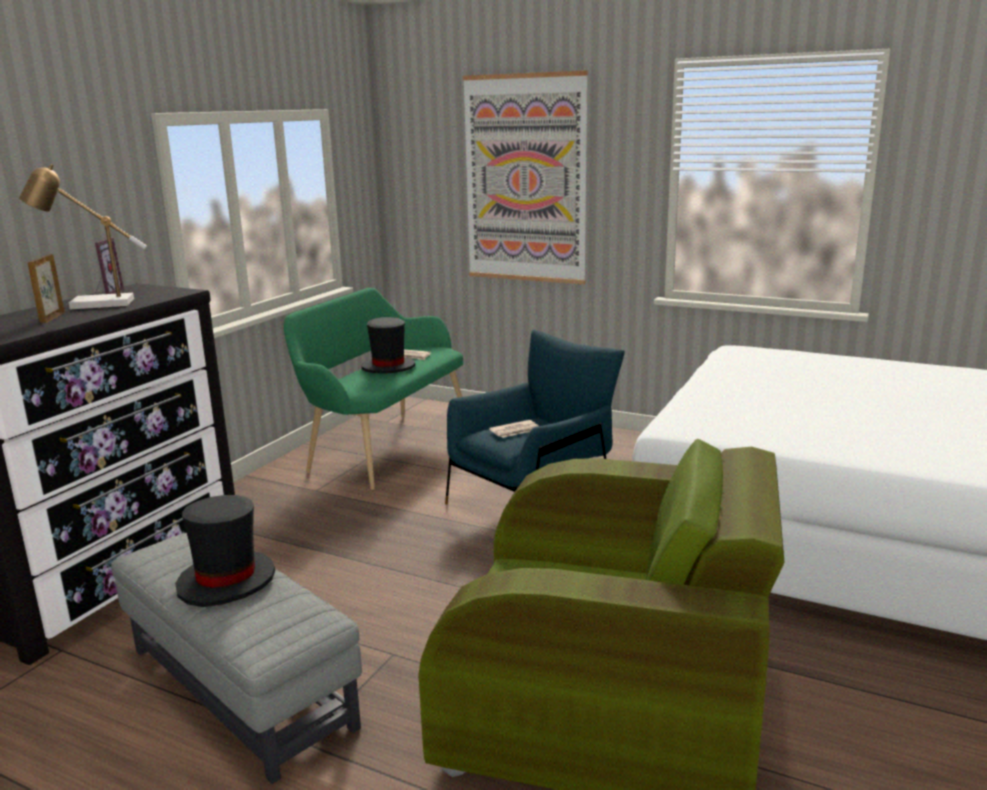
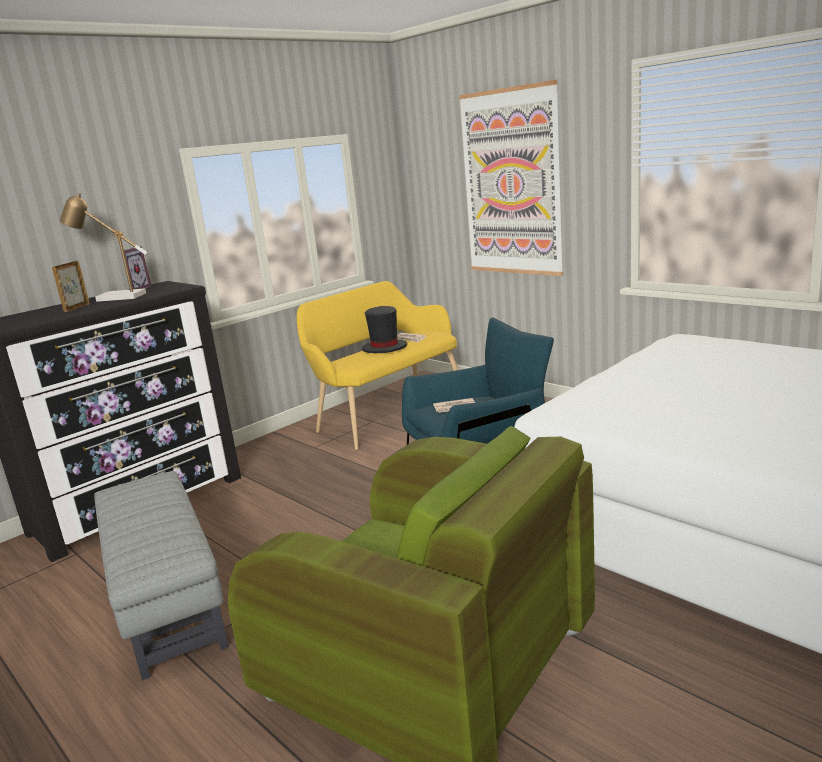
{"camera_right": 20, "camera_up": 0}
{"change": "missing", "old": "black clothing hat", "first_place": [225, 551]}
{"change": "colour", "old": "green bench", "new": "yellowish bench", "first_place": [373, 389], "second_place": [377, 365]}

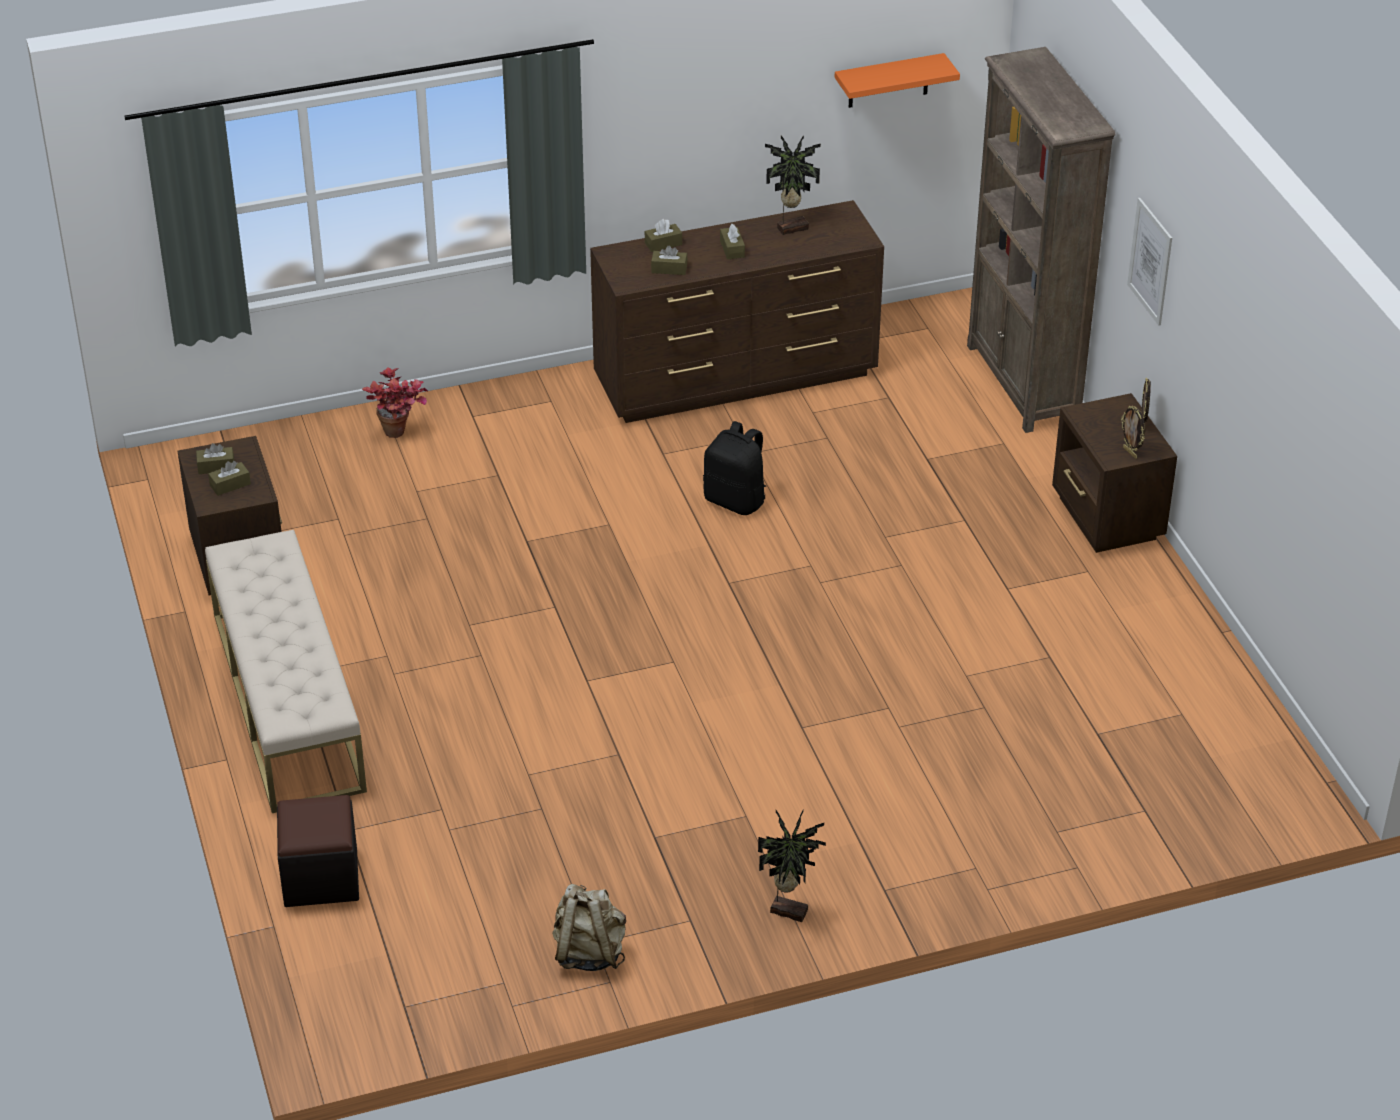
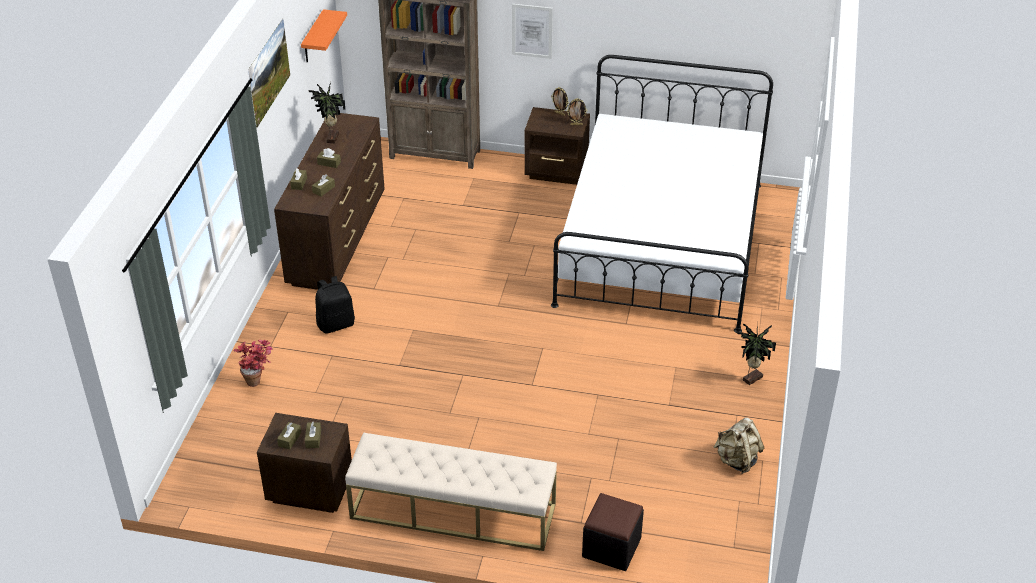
{"camera_right": -60, "camera_up": 0}
{"change": "appeared", "new": "wall picture", "second_place": [269, 73]}
{"change": "appeared", "new": "white-coloured bedroom bed", "second_place": [662, 194]}
{"change": "relocated", "old": "black backpack", "first_place": [734, 468], "second_place": [335, 305]}

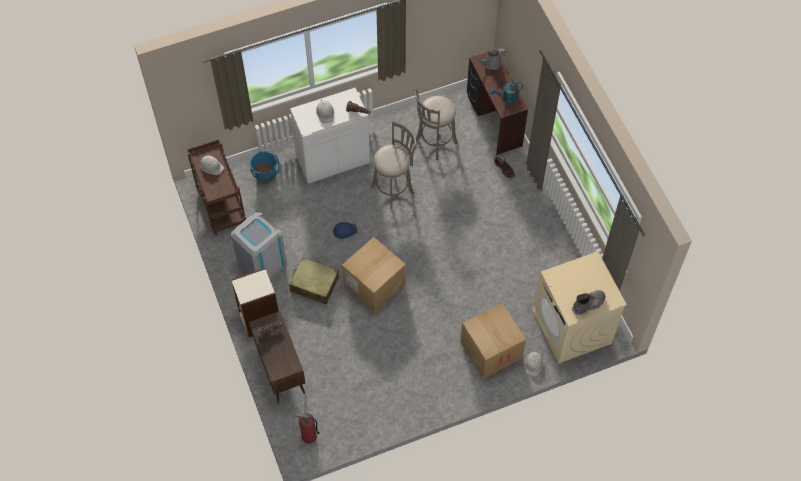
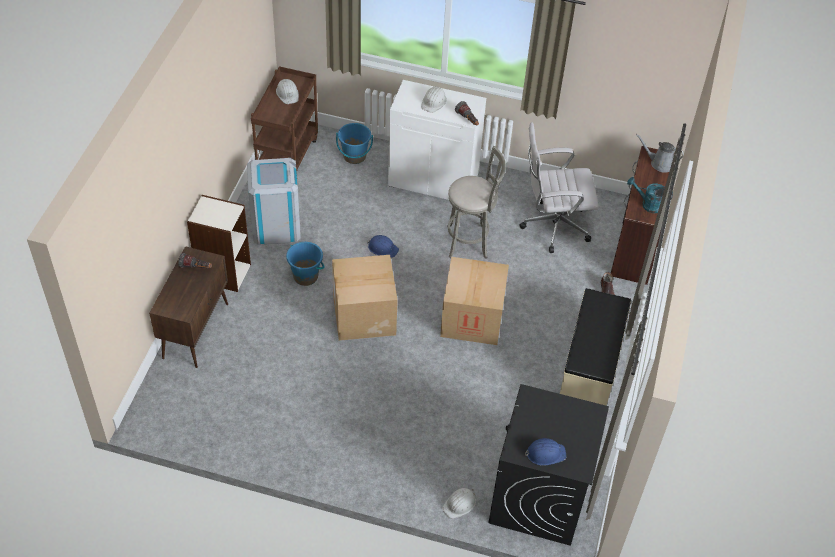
{"camera_right": 35, "camera_up": -10}
{"change": "missing", "old": "fire extinguisher", "first_place": [307, 427]}
{"change": "appeared", "new": "beige bench", "second_place": [595, 347]}
{"change": "relocated", "old": "packing box", "first_place": [493, 341], "second_place": [474, 301]}
{"change": "exchanged", "old": "beige piece of luggage", "new": "blue bucket", "first_place": [314, 280], "second_place": [305, 264]}
{"change": "exchanged", "old": "greyish sitting stool", "new": "white-coloured desk chair", "first_place": [436, 124], "second_place": [559, 187]}
{"change": "exchanged", "old": "greyish high-top boot", "new": "blue hard hat", "first_place": [589, 302], "second_place": [545, 452]}
{"change": "colour", "old": "beige laundry machine", "new": "black laundry machine", "first_place": [580, 307], "second_place": [549, 465]}

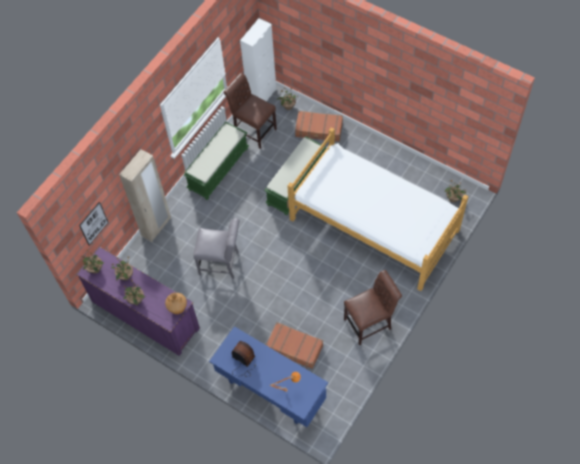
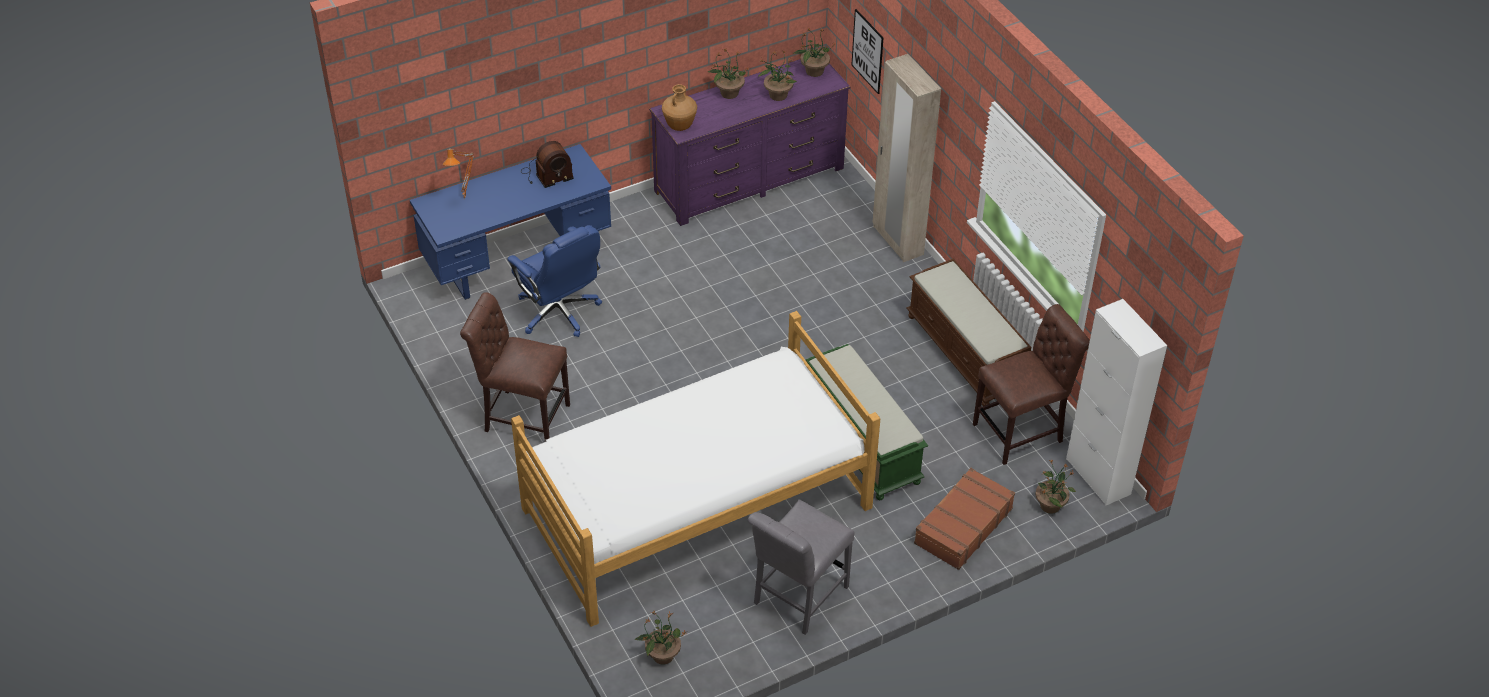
{"camera_right": 115, "camera_up": -15}
{"change": "relocated", "old": "greyish upright chair", "first_place": [216, 248], "second_place": [801, 567]}
{"change": "exchanged", "old": "brown piece of luggage", "new": "blue desk chair", "first_place": [294, 345], "second_place": [554, 281]}
{"change": "colour", "old": "green bench", "new": "brown bench", "first_place": [216, 161], "second_place": [969, 332]}
{"change": "spun", "old": "brown upright chair", "first_place": [373, 308], "second_place": [515, 366], "degrees": 105}

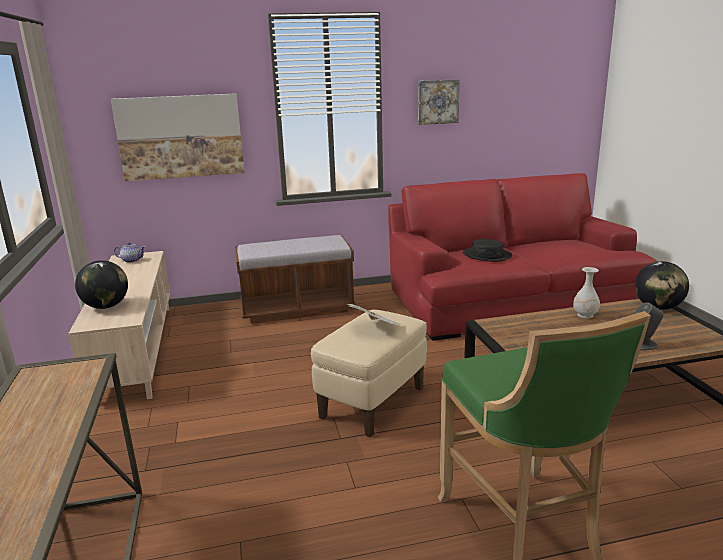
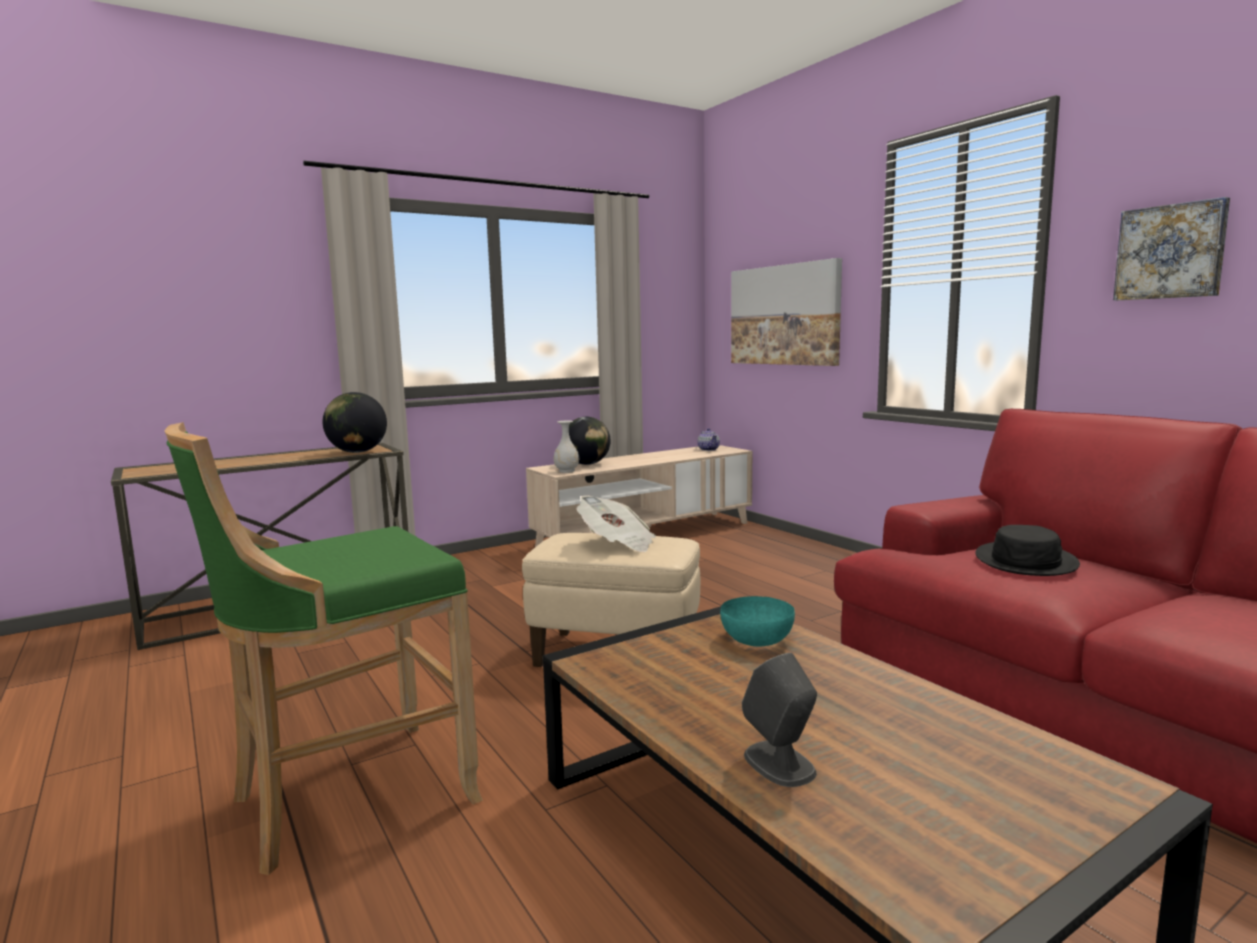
{"camera_right": 70, "camera_up": -10}
{"change": "missing", "old": "brown bench", "first_place": [295, 279]}
{"change": "appeared", "new": "blue-green bowl", "second_place": [757, 621]}
{"change": "relocated", "old": "white-coloured decorative vase", "first_place": [586, 292], "second_place": [566, 446]}
{"change": "relocated", "old": "globe", "first_place": [662, 285], "second_place": [354, 422]}

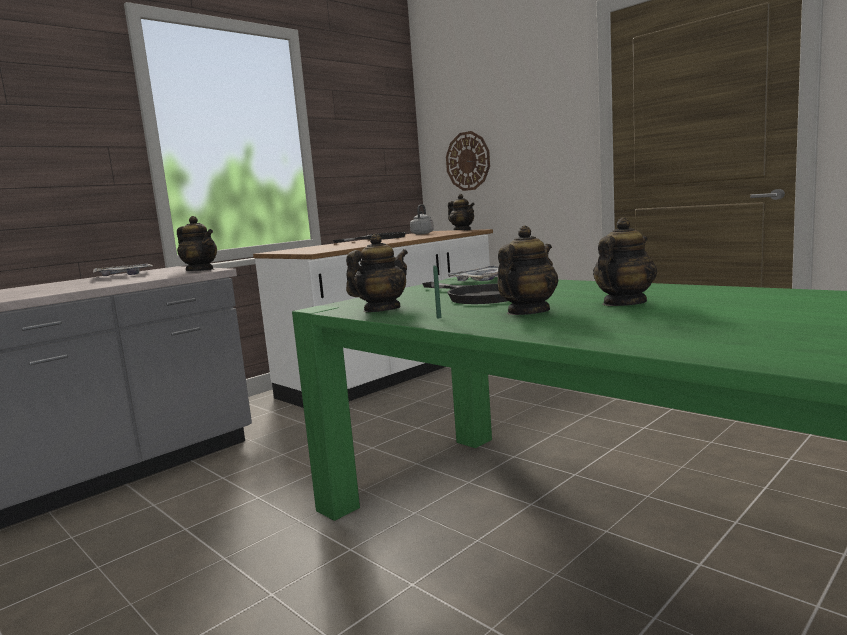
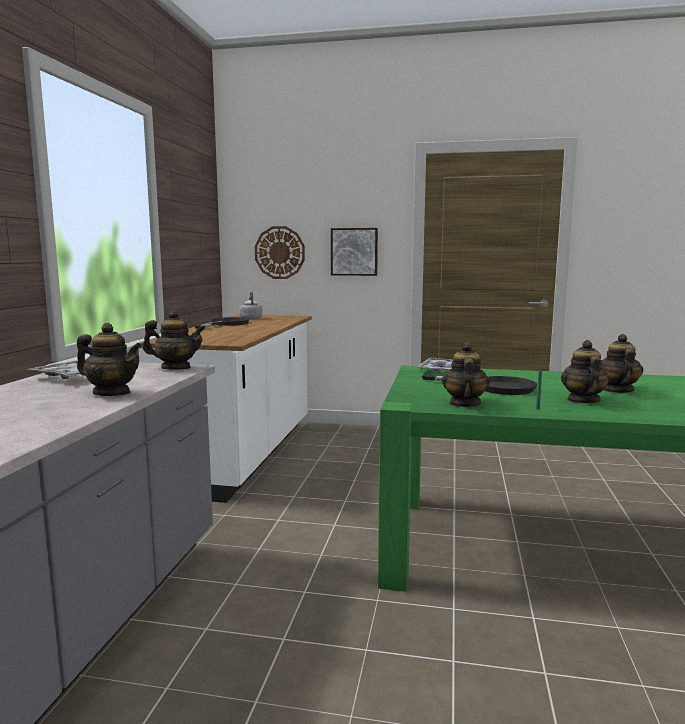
{"camera_right": -35, "camera_up": 0}
{"change": "appeared", "new": "wall picture", "second_place": [354, 252]}
{"change": "relocated", "old": "tea pot", "first_place": [461, 212], "second_place": [109, 359]}

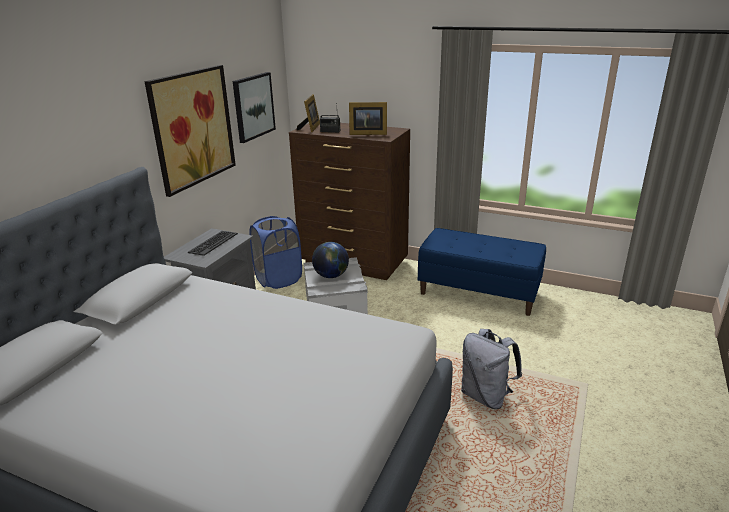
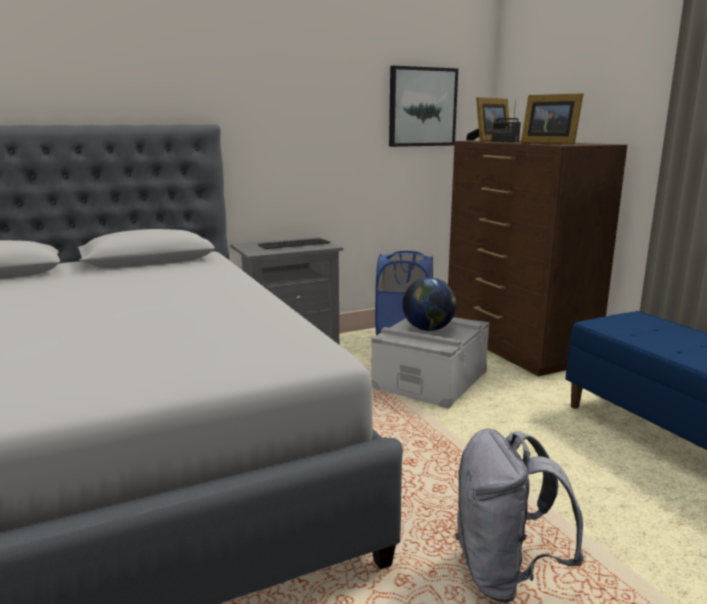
{"camera_right": 40, "camera_up": -10}
{"change": "missing", "old": "wall picture", "first_place": [190, 131]}

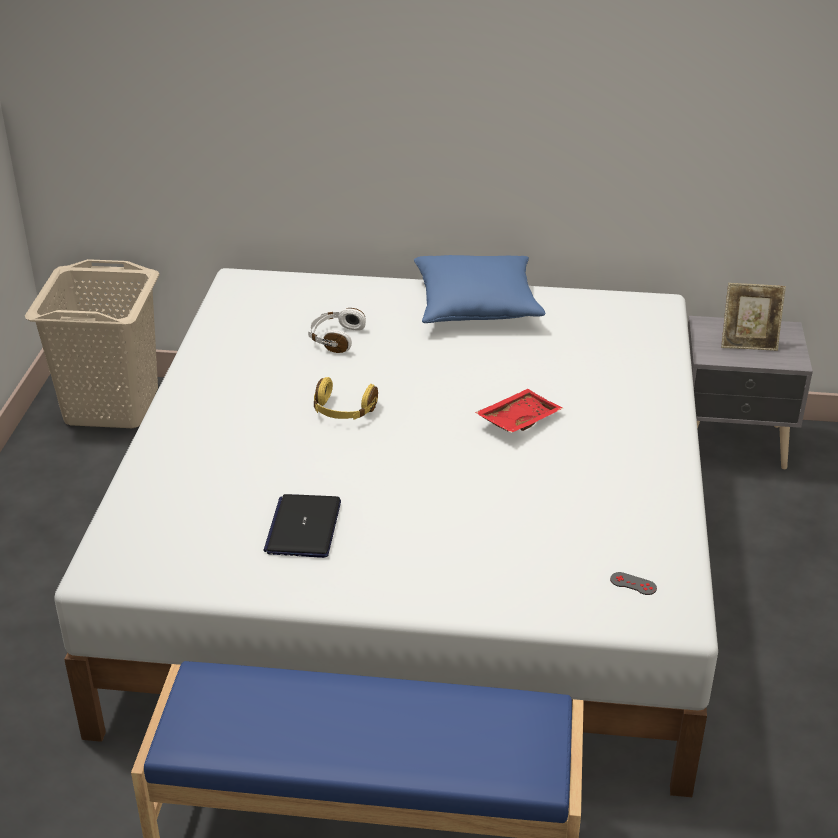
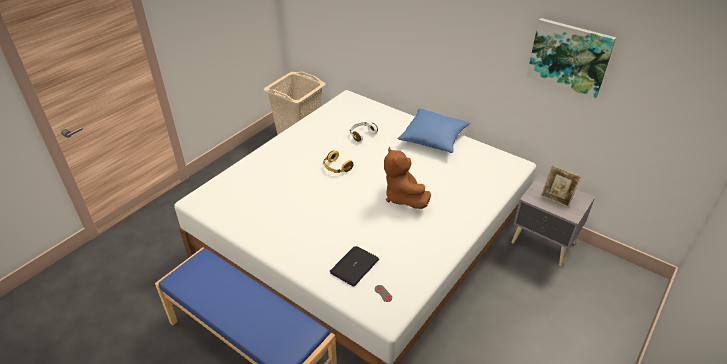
{"camera_right": 30, "camera_up": 5}
{"change": "appeared", "new": "wall picture", "second_place": [571, 58]}
{"change": "relocated", "old": "portable computer", "first_place": [302, 526], "second_place": [354, 266]}
{"change": "exchanged", "old": "red-coloured serving tray", "new": "brown cuddly toy", "first_place": [519, 411], "second_place": [407, 178]}

